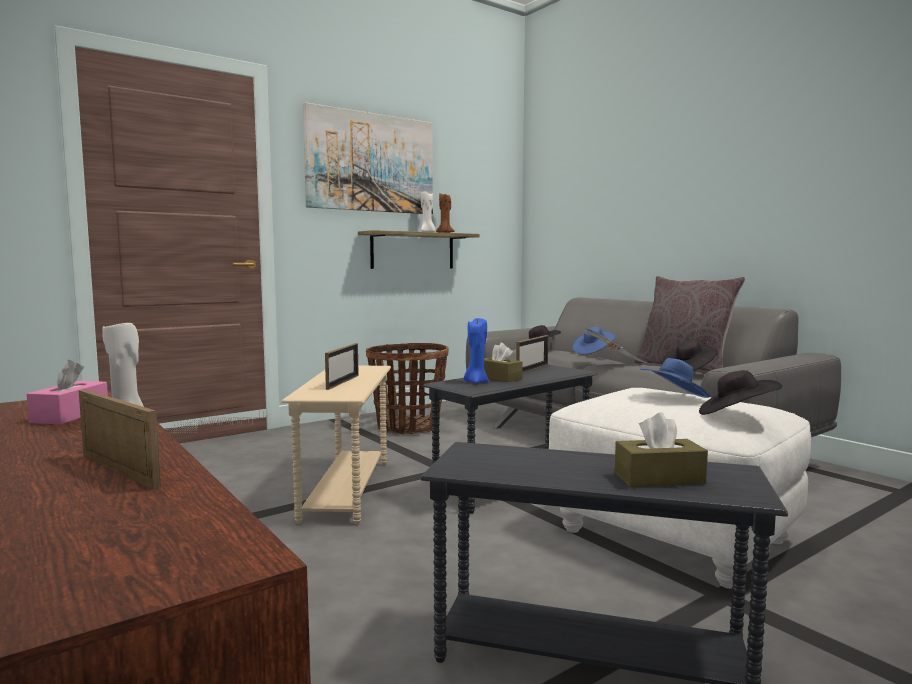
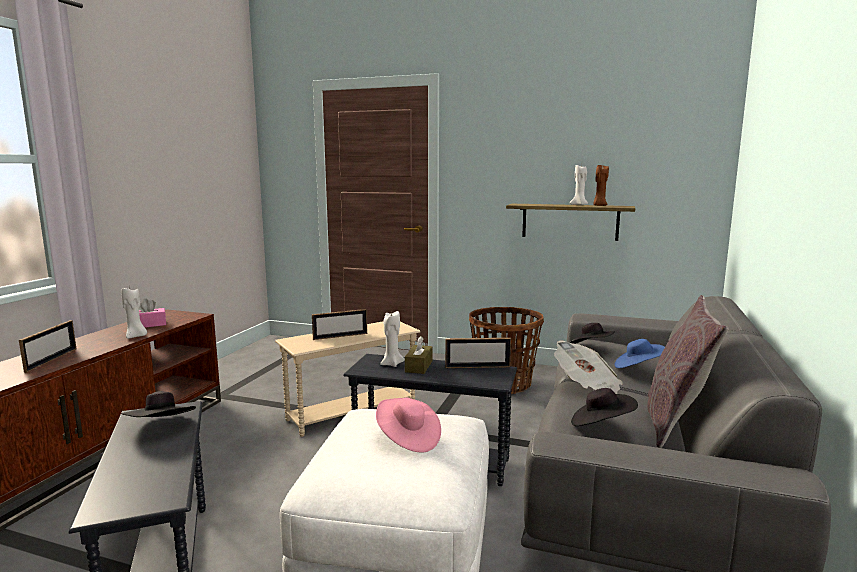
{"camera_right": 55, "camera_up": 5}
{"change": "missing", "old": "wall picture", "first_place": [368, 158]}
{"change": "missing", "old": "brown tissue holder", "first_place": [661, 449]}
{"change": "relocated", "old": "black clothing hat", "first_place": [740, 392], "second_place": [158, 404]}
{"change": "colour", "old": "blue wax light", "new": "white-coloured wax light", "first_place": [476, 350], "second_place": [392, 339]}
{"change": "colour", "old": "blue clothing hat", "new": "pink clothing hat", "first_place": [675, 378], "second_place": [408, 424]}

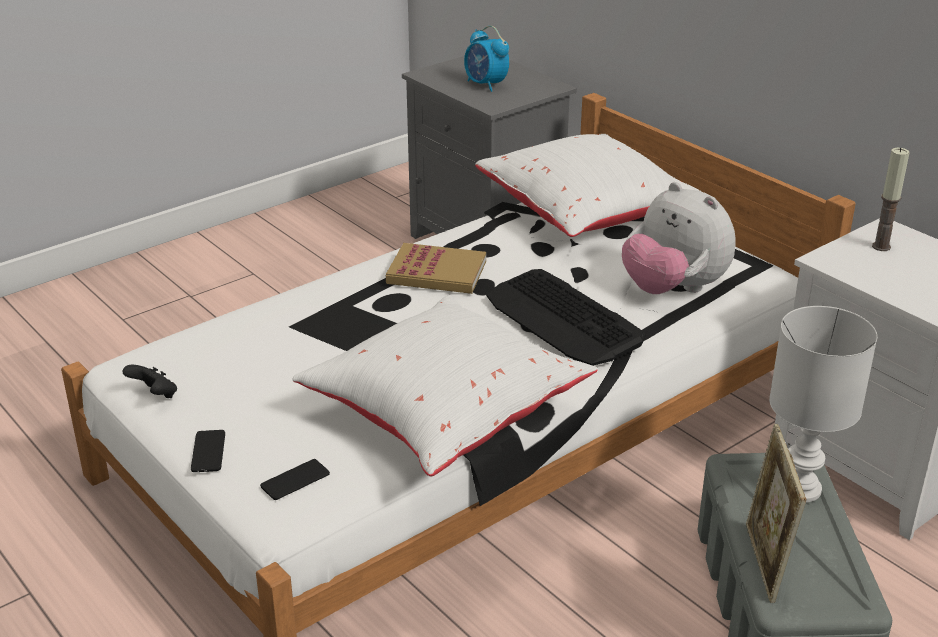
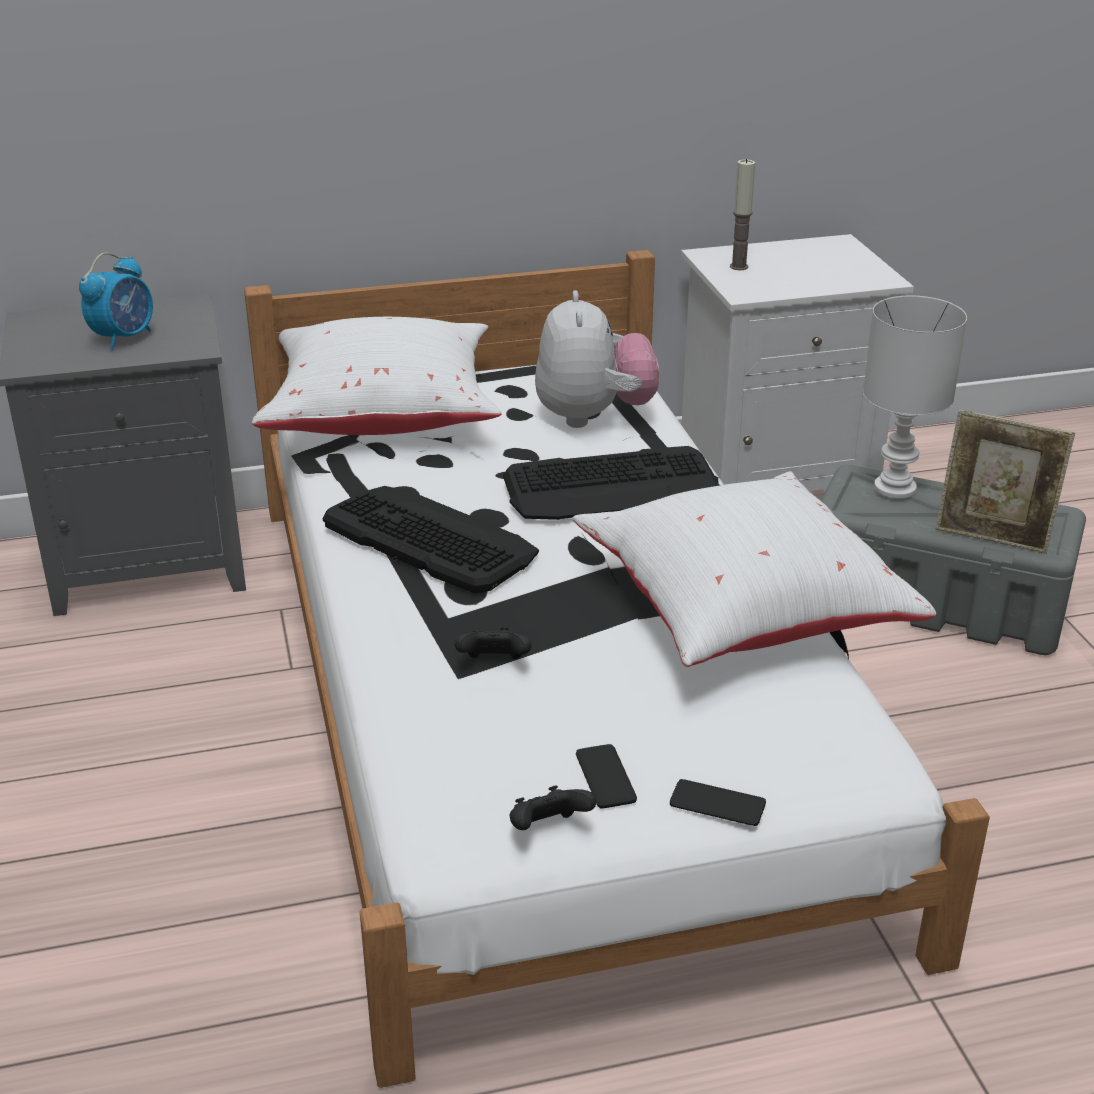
{"camera_right": -65, "camera_up": 0}
{"change": "appeared", "new": "black joypad", "second_place": [493, 643]}
{"change": "relocated", "old": "phone", "first_place": [295, 479], "second_place": [606, 776]}
{"change": "exchanged", "old": "volume", "new": "computer keyboard", "first_place": [436, 268], "second_place": [431, 540]}
{"change": "spun", "old": "alarm clock", "first_place": [486, 59], "second_place": [116, 301], "degrees": -45}
{"change": "spun", "old": "cuddly toy", "first_place": [679, 238], "second_place": [597, 359], "degrees": -75}

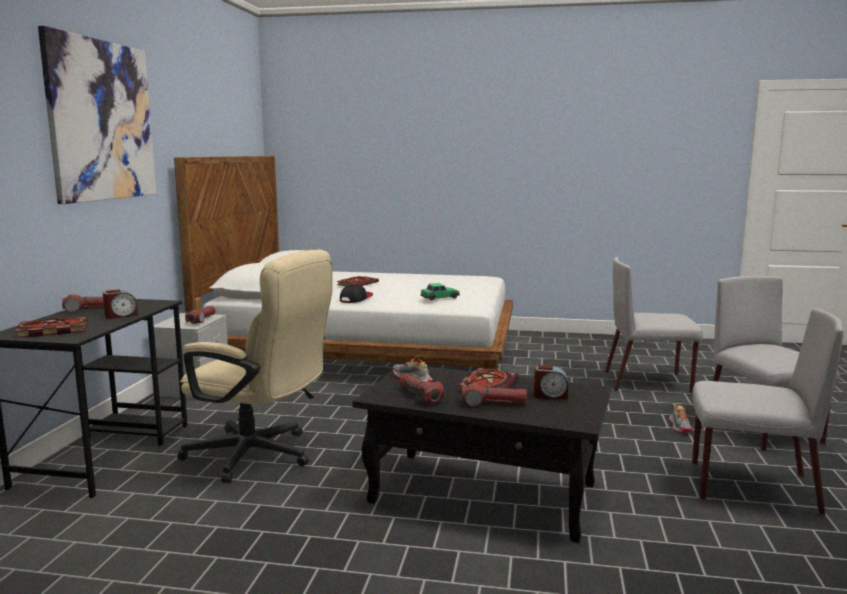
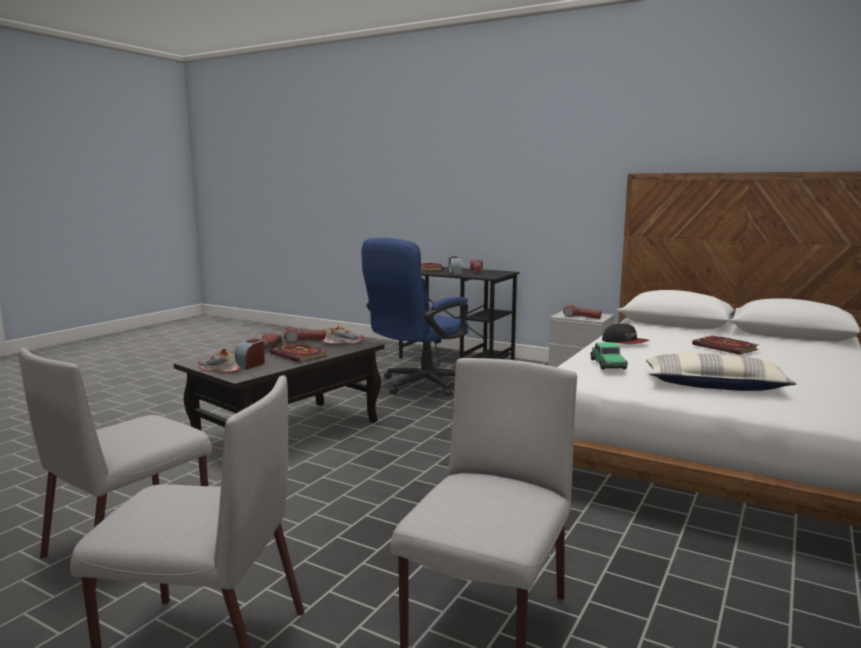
{"camera_right": 110, "camera_up": 0}
{"change": "missing", "old": "wall picture", "first_place": [97, 115]}
{"change": "appeared", "new": "throw pillow", "second_place": [721, 372]}
{"change": "relocated", "old": "shoe", "first_place": [681, 419], "second_place": [219, 361]}
{"change": "colour", "old": "beige desk chair", "new": "blue desk chair", "first_place": [255, 366], "second_place": [415, 317]}

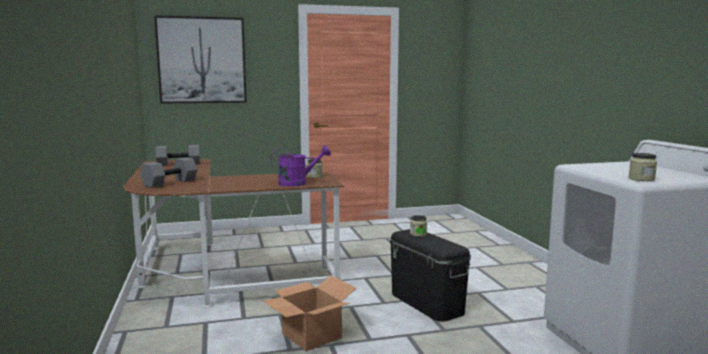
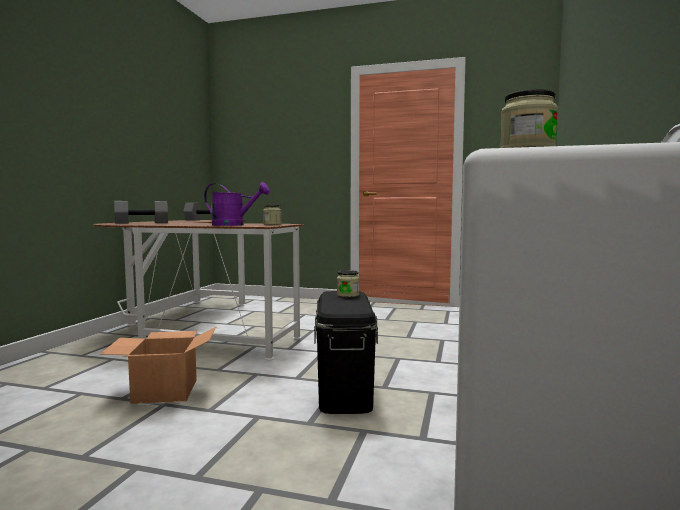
{"camera_right": 30, "camera_up": -5}
{"change": "missing", "old": "wall picture", "first_place": [200, 59]}

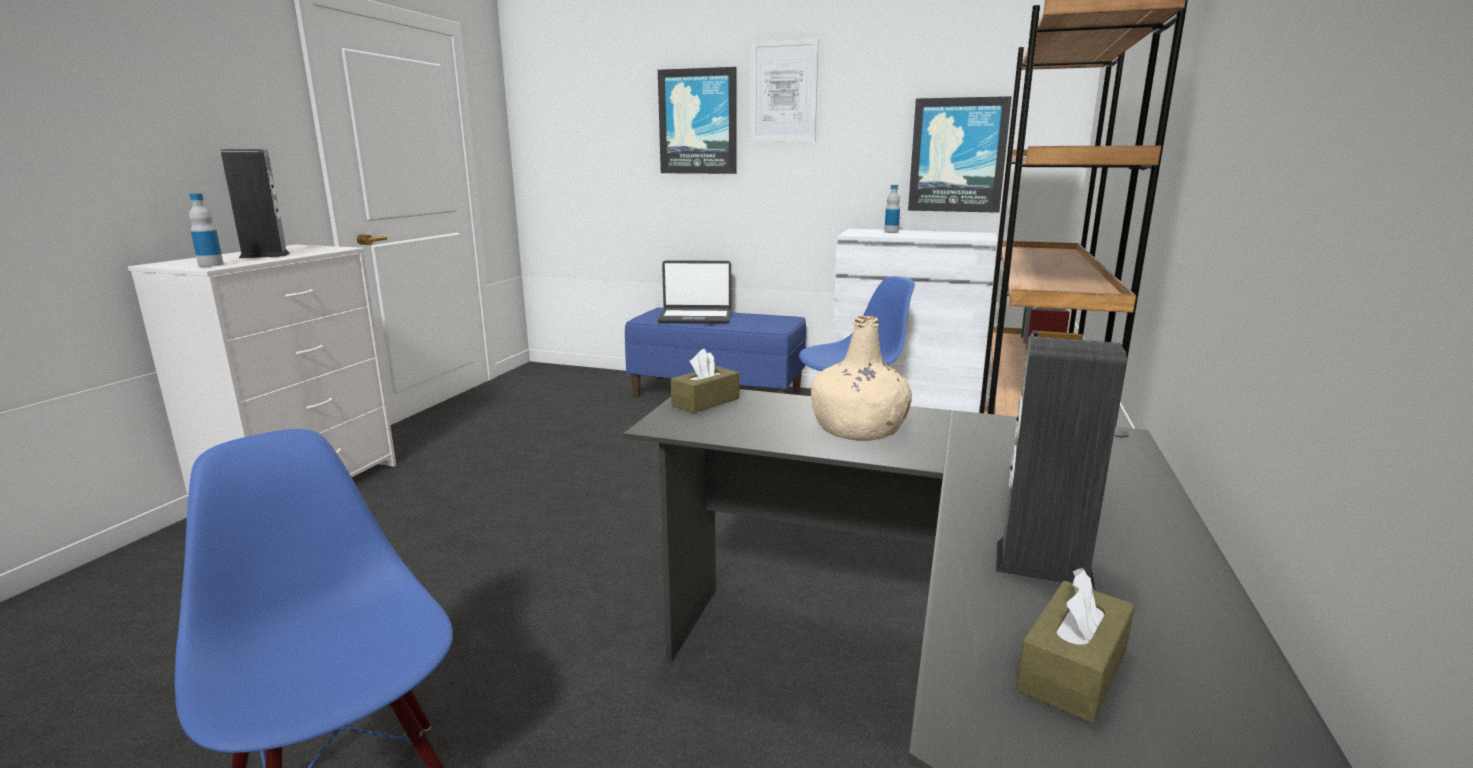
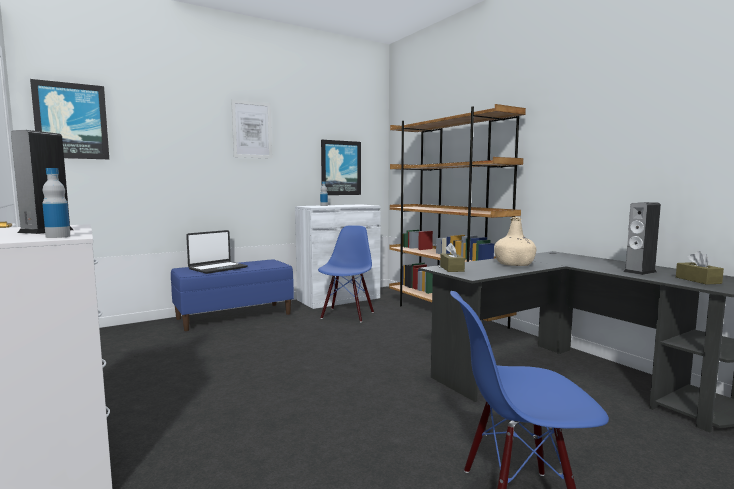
{"camera_right": -50, "camera_up": -10}
{"change": "relocated", "old": "wall picture", "first_place": [697, 120], "second_place": [69, 119]}

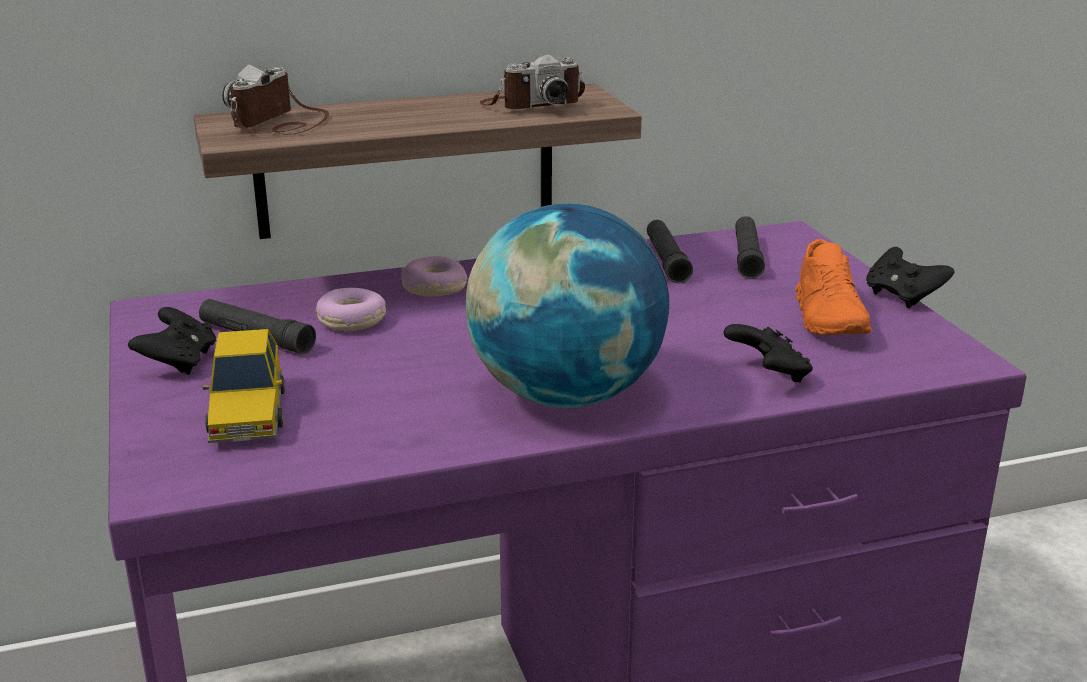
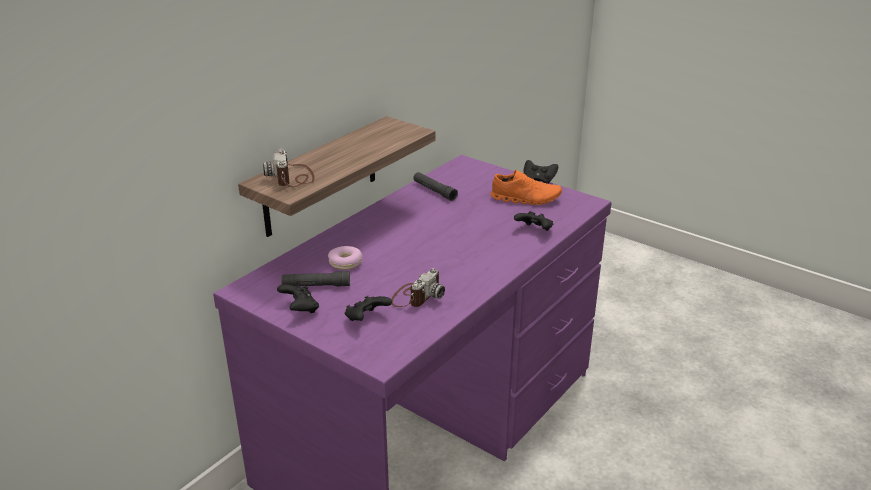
{"camera_right": -35, "camera_up": 5}
{"change": "missing", "old": "doughnut", "first_place": [434, 276]}
{"change": "missing", "old": "globe", "first_place": [567, 306]}
{"change": "missing", "old": "black flashlight", "first_place": [750, 247]}
{"change": "relocated", "old": "still camera", "first_place": [532, 81], "second_place": [418, 287]}
{"change": "exchanged", "old": "model car", "new": "black joypad", "first_place": [244, 386], "second_place": [368, 308]}
{"change": "spun", "old": "orangey shoe", "first_place": [833, 287], "second_place": [526, 187], "degrees": -45}

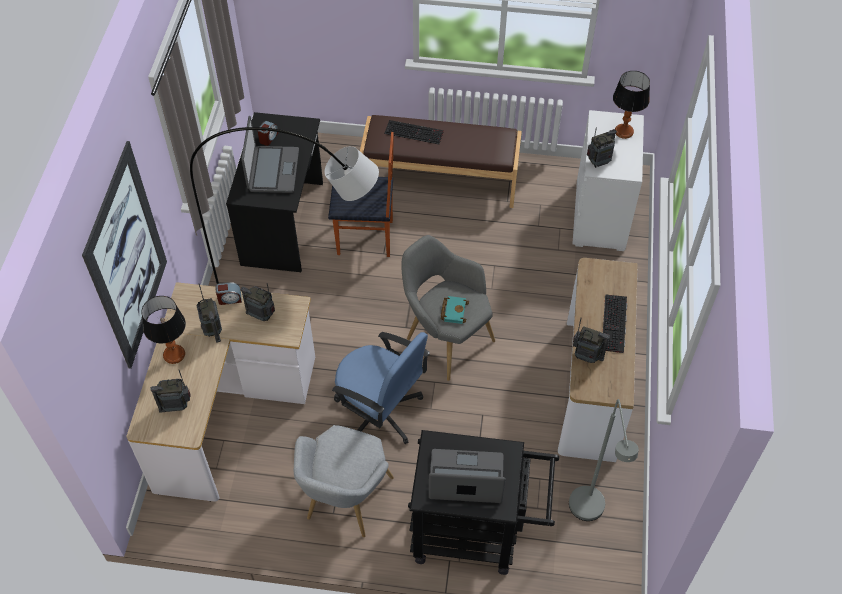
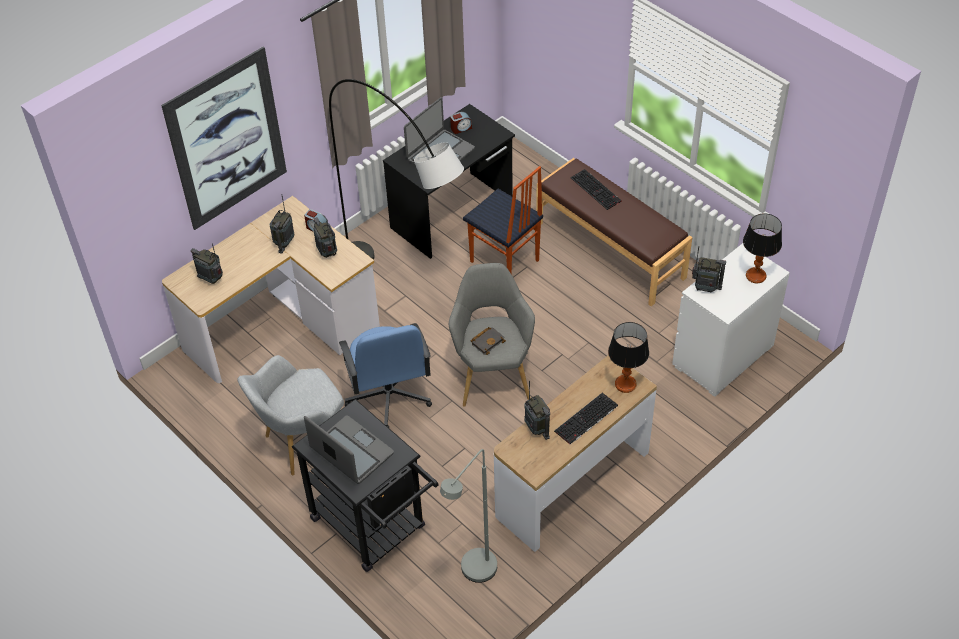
{"camera_right": 40, "camera_up": -5}
{"change": "relocated", "old": "table lamp", "first_place": [163, 330], "second_place": [628, 357]}
{"change": "colour", "old": "blue-green volume", "new": "black volume", "first_place": [455, 310], "second_place": [488, 341]}

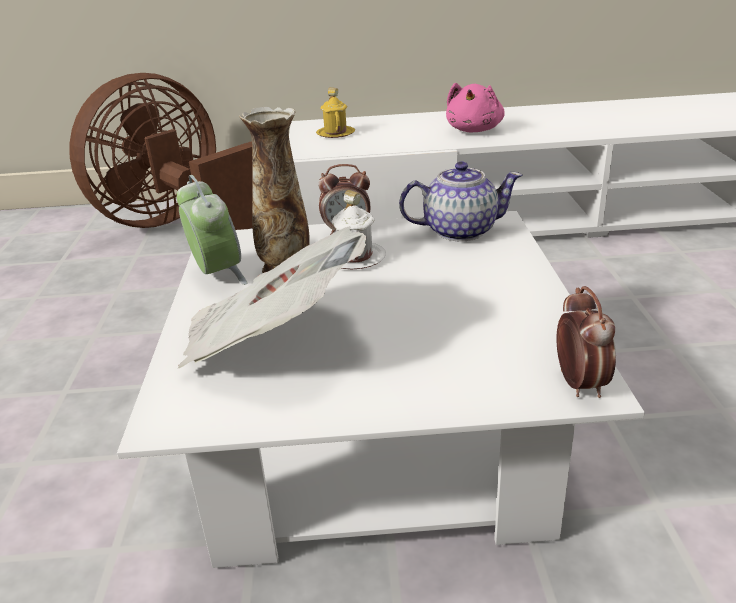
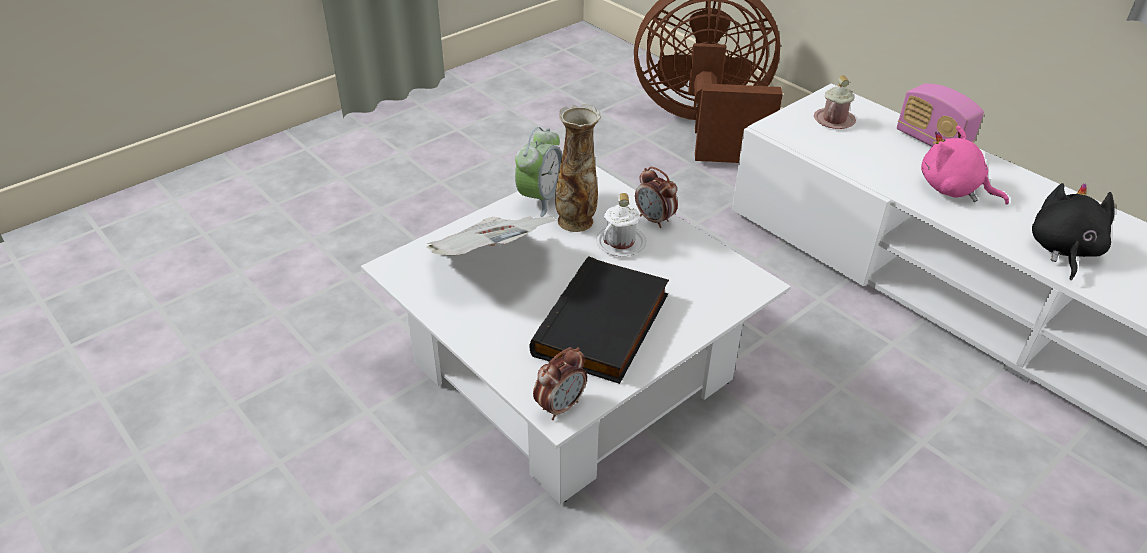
{"camera_right": 50, "camera_up": 10}
{"change": "missing", "old": "tea pot", "first_place": [461, 201]}
{"change": "appeared", "new": "black volume", "second_place": [599, 320]}
{"change": "appeared", "new": "radio", "second_place": [940, 115]}
{"change": "appeared", "new": "black cuddly toy", "second_place": [1073, 231]}
{"change": "colour", "old": "yellowish mug", "new": "pink mug", "first_place": [335, 112], "second_place": [835, 102]}
{"change": "spun", "old": "pink cuddly toy", "first_place": [475, 107], "second_place": [965, 165], "degrees": 60}

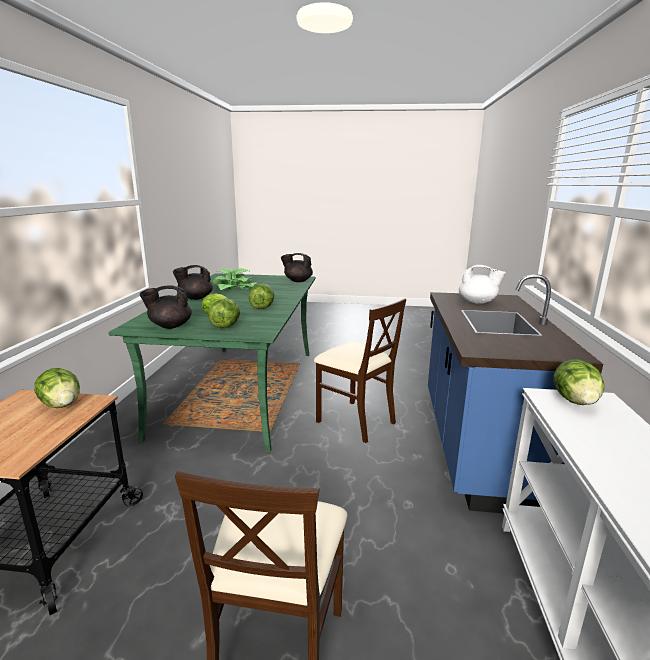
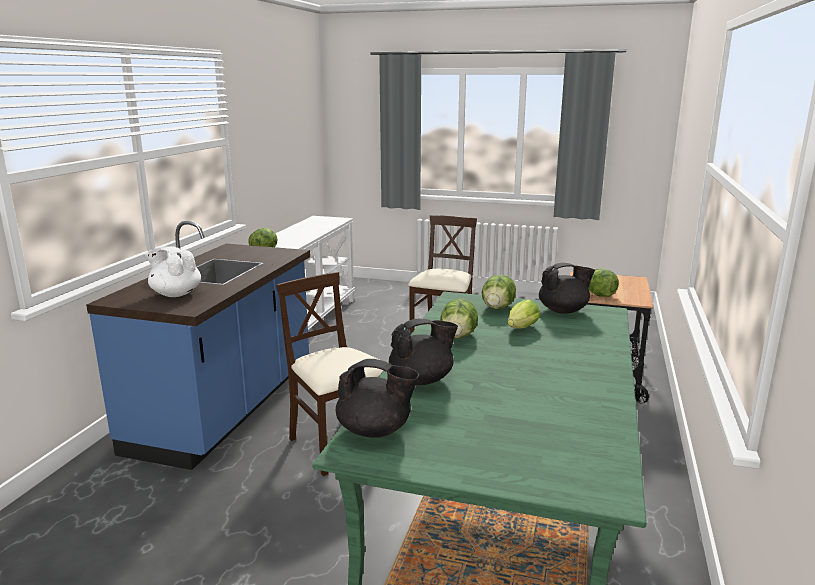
{"camera_right": -170, "camera_up": 0}
{"change": "missing", "old": "houseplant", "first_place": [235, 279]}
{"change": "relocated", "old": "black tea pot", "first_place": [193, 282], "second_place": [423, 352]}

